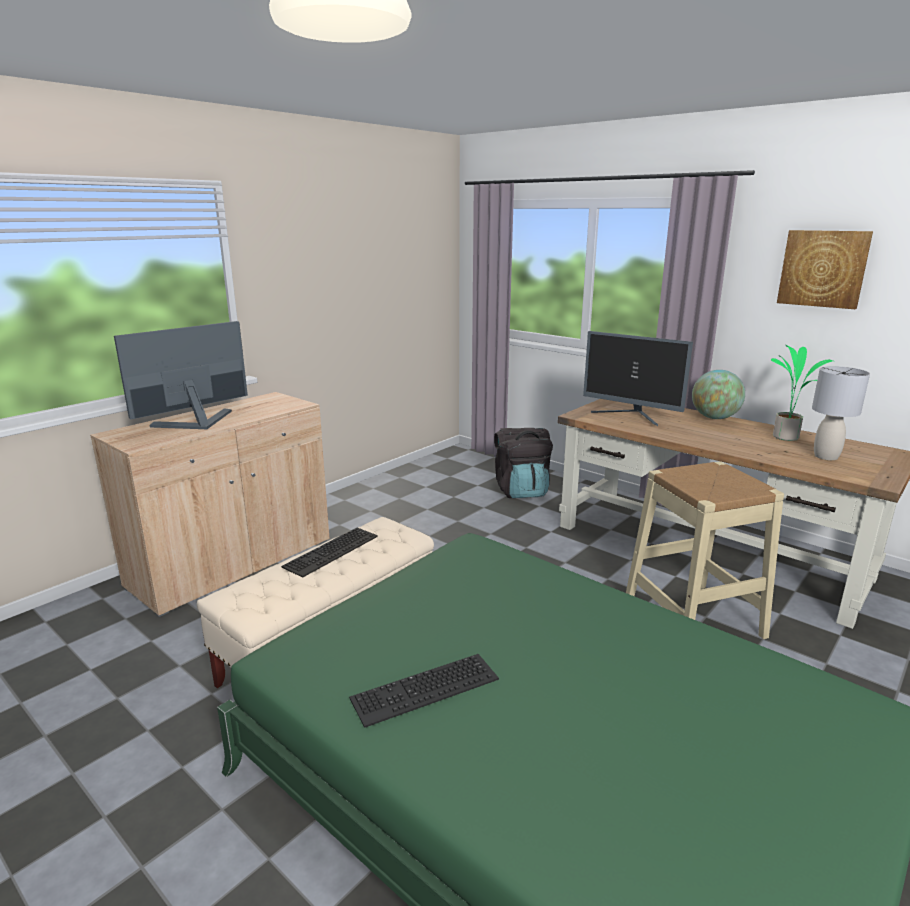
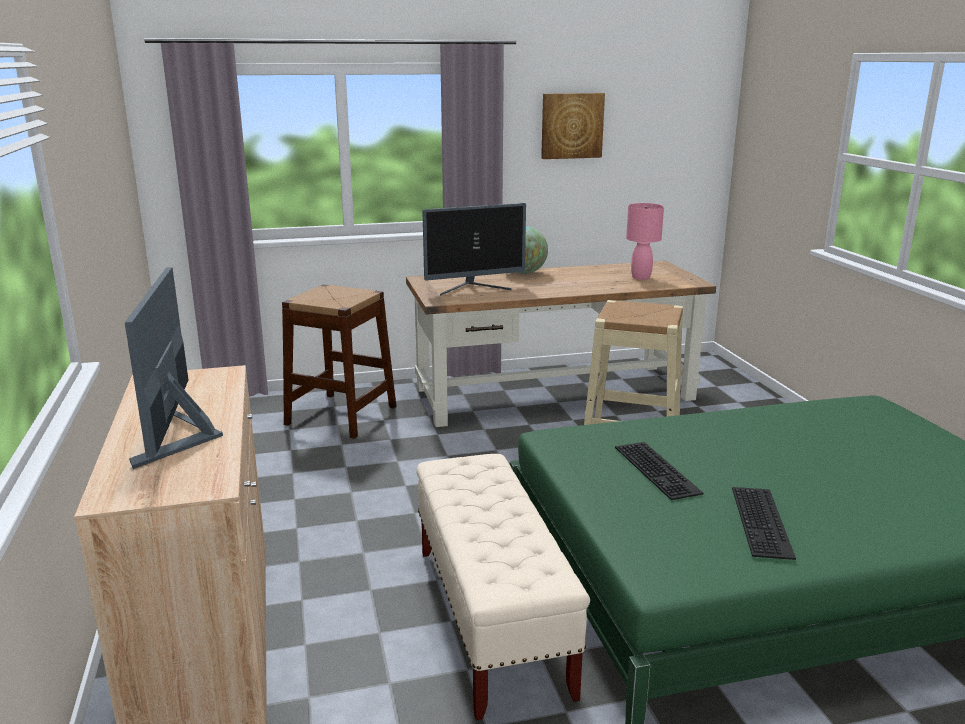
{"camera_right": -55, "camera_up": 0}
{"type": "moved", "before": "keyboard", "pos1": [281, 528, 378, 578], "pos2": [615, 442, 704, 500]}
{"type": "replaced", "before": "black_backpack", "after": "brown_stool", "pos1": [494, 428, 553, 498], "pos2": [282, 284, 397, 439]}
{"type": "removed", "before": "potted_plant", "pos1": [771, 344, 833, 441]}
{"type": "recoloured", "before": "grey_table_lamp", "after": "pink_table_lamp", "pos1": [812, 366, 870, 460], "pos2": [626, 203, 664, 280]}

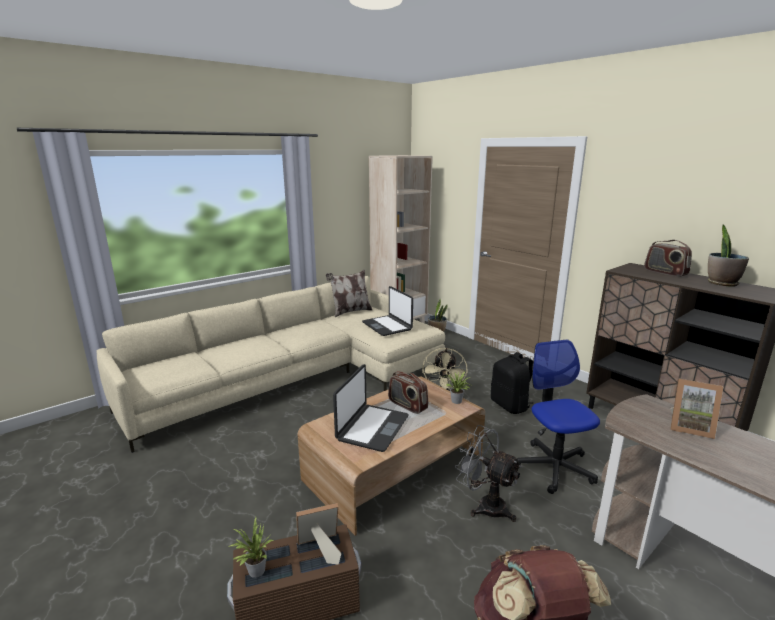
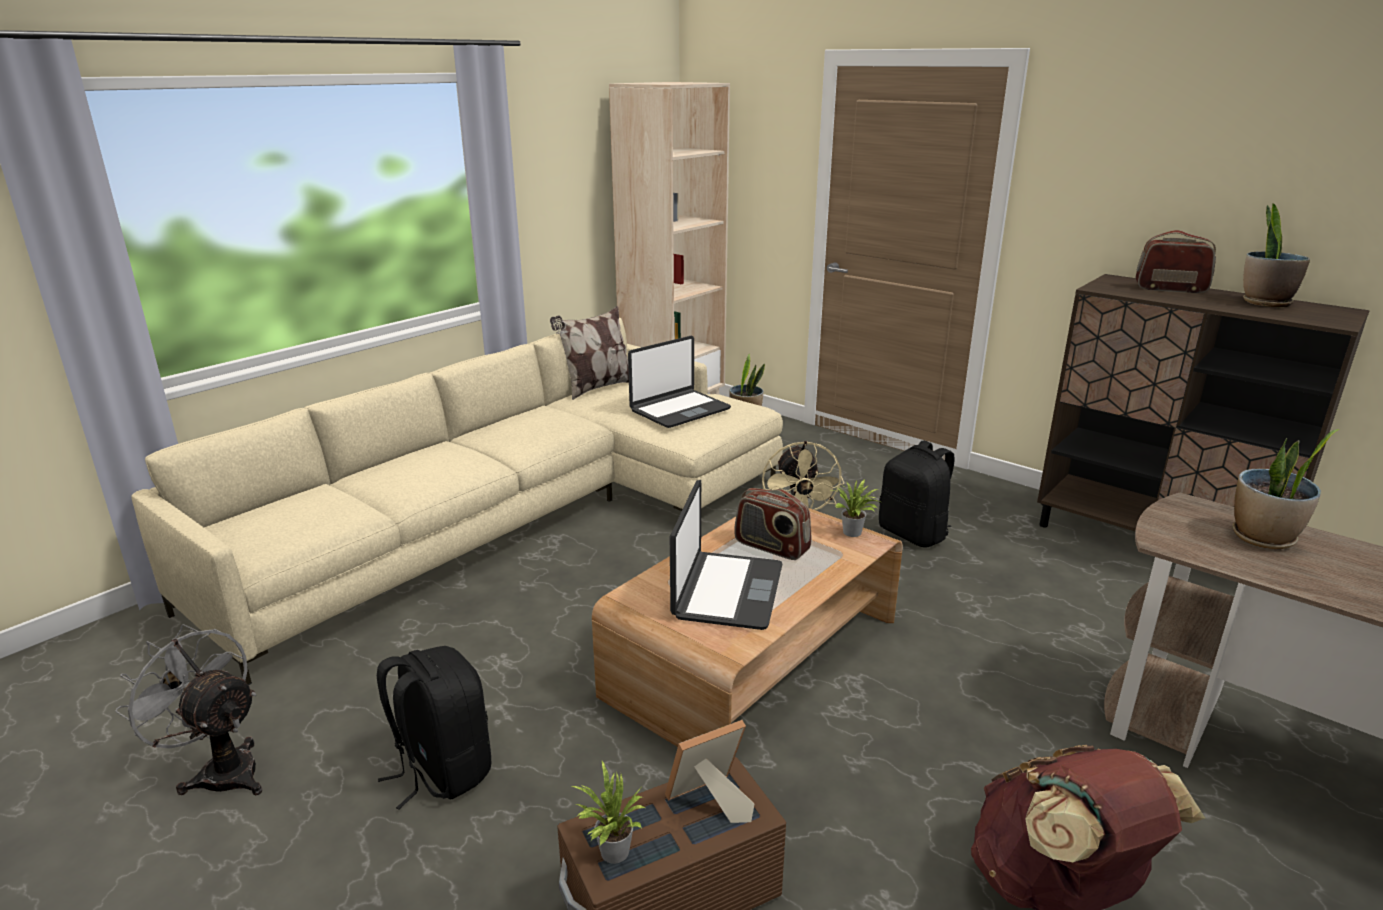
{"camera_right": -10, "camera_up": 5}
{"type": "turned", "before": "laptop", "pos1": [362, 286, 413, 336], "pos2": [628, 336, 731, 428], "turn": -90}
{"type": "moved", "before": "grey_fan", "pos1": [455, 425, 522, 522], "pos2": [115, 624, 262, 795]}
{"type": "removed", "before": "office_chair", "pos1": [517, 339, 600, 494]}
{"type": "turned", "before": "radio", "pos1": [644, 240, 692, 277], "pos2": [1136, 230, 1216, 293], "turn": 150}
{"type": "replaced", "before": "picture_frame", "after": "potted_plant", "pos1": [670, 378, 724, 439], "pos2": [1233, 429, 1339, 549]}
{"type": "added", "after": "black_backpack", "pos2": [377, 646, 491, 810]}

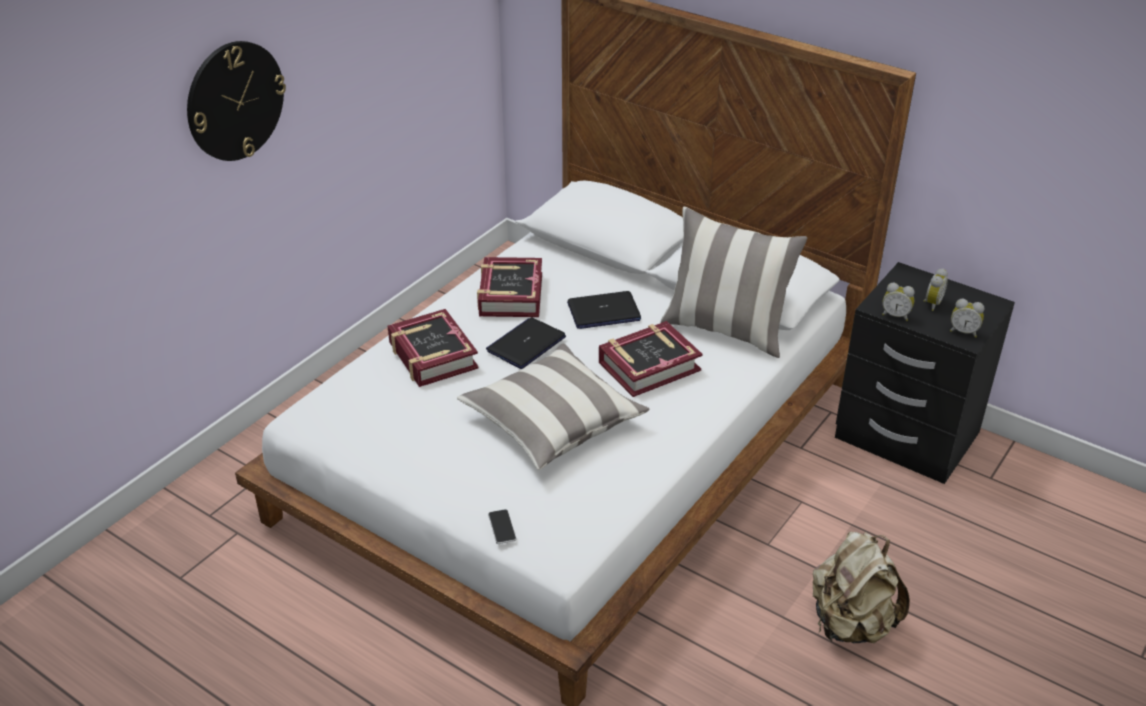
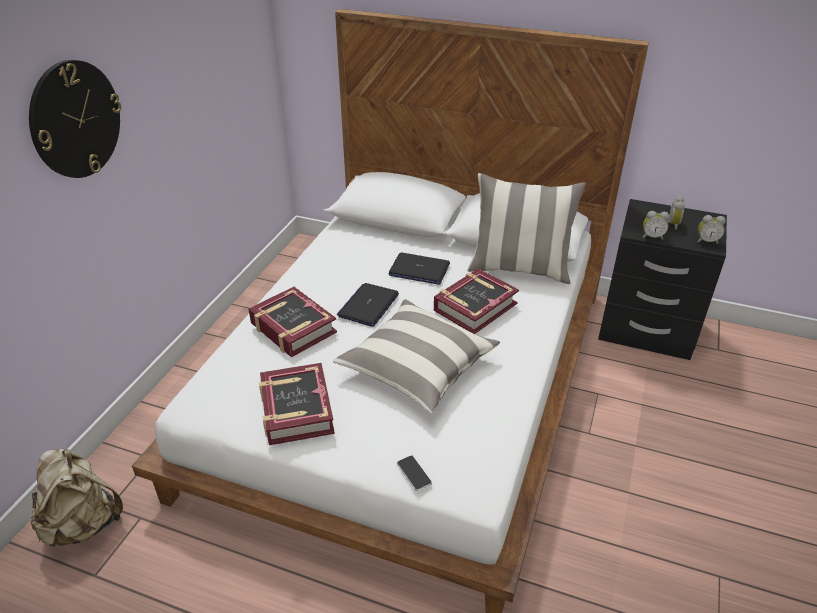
{"camera_right": -15, "camera_up": 0}
{"type": "moved", "before": "book", "pos1": [477, 257, 542, 317], "pos2": [259, 363, 335, 445]}
{"type": "turned", "before": "laptop", "pos1": [567, 291, 641, 329], "pos2": [388, 253, 450, 285], "turn": 45}
{"type": "moved", "before": "beige_backpack", "pos1": [813, 532, 910, 643], "pos2": [31, 448, 123, 547]}

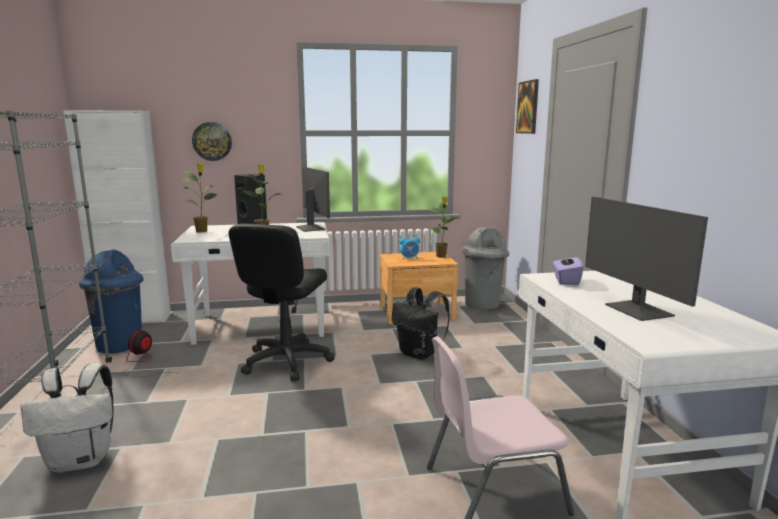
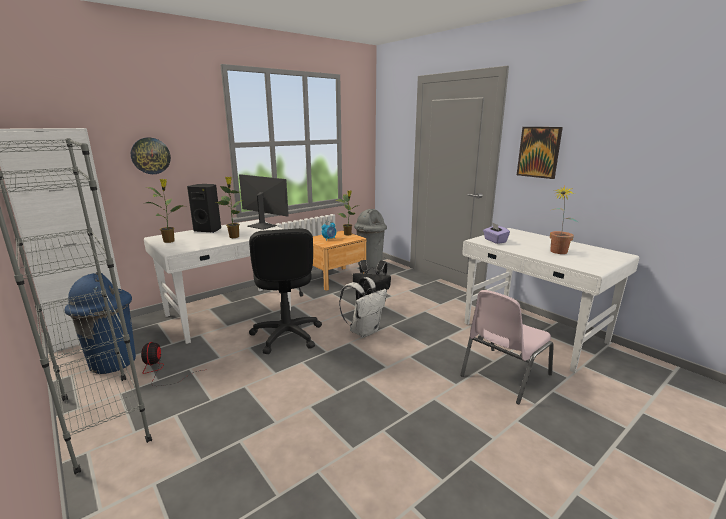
{"camera_right": -30, "camera_up": 5}
{"type": "moved", "before": "white_backpack", "pos1": [21, 364, 113, 473], "pos2": [339, 277, 387, 337]}
{"type": "moved", "before": "picture", "pos1": [516, 79, 539, 134], "pos2": [517, 127, 563, 179]}
{"type": "replaced", "before": "monitor", "after": "potted_plant", "pos1": [585, 197, 708, 321], "pos2": [550, 186, 578, 254]}

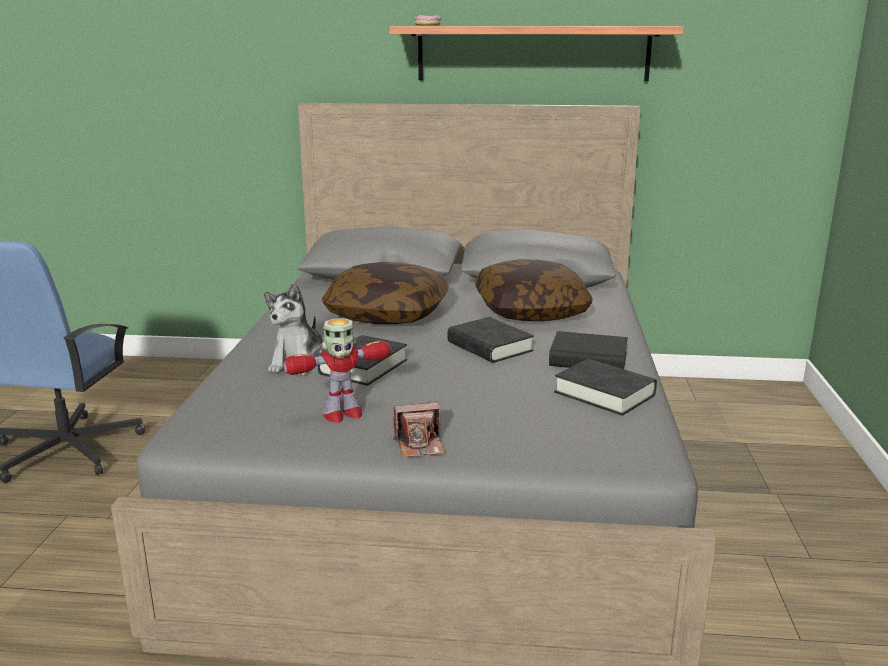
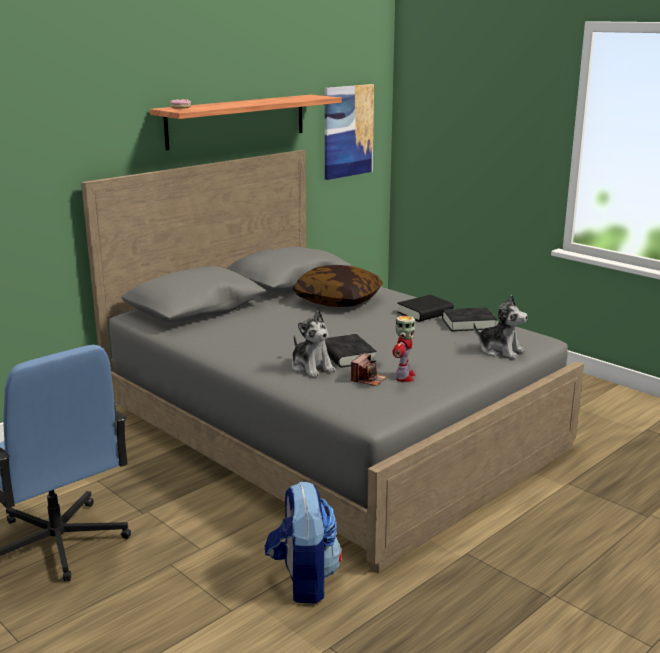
{"camera_right": -50, "camera_up": 0}
{"type": "removed", "before": "pillow", "pos1": [322, 262, 449, 324]}
{"type": "moved", "before": "photo_camera", "pos1": [393, 401, 445, 457], "pos2": [351, 353, 387, 386]}
{"type": "removed", "before": "black_book", "pos1": [447, 317, 534, 363]}
{"type": "added", "after": "backpack", "pos2": [265, 482, 342, 604]}
{"type": "added", "after": "picture", "pos2": [325, 84, 374, 180]}
{"type": "added", "after": "plush_toy", "pos2": [473, 295, 528, 359]}

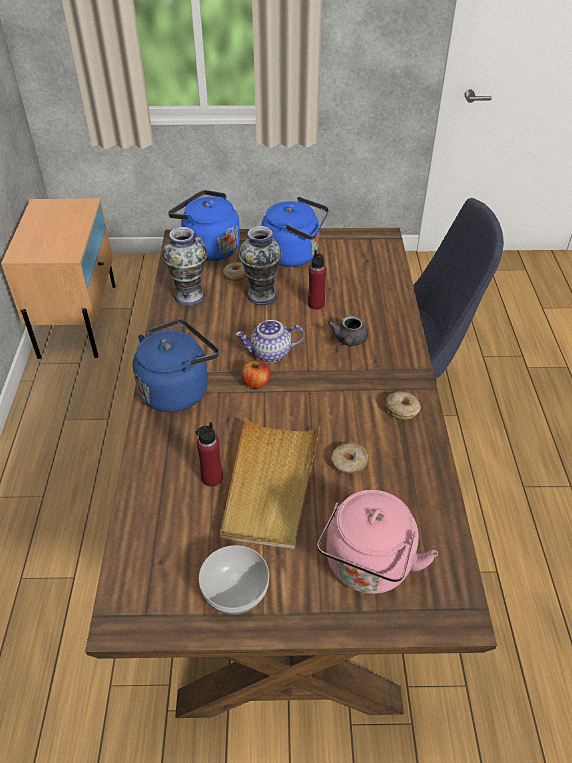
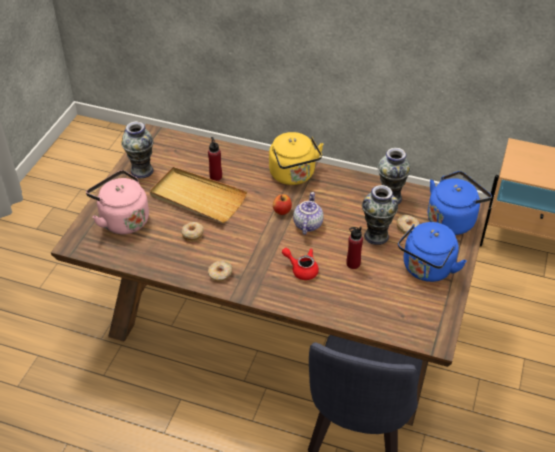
{"camera_right": 110, "camera_up": 0}
{"type": "recoloured", "before": "blue_kettle", "after": "yellow_kettle", "pos1": [133, 319, 219, 412], "pos2": [269, 132, 324, 185]}
{"type": "replaced", "before": "bowl", "after": "vase", "pos1": [199, 545, 269, 615], "pos2": [121, 121, 154, 178]}
{"type": "recoloured", "before": "grey_teapot", "after": "red_teapot", "pos1": [328, 315, 368, 346], "pos2": [282, 248, 319, 280]}

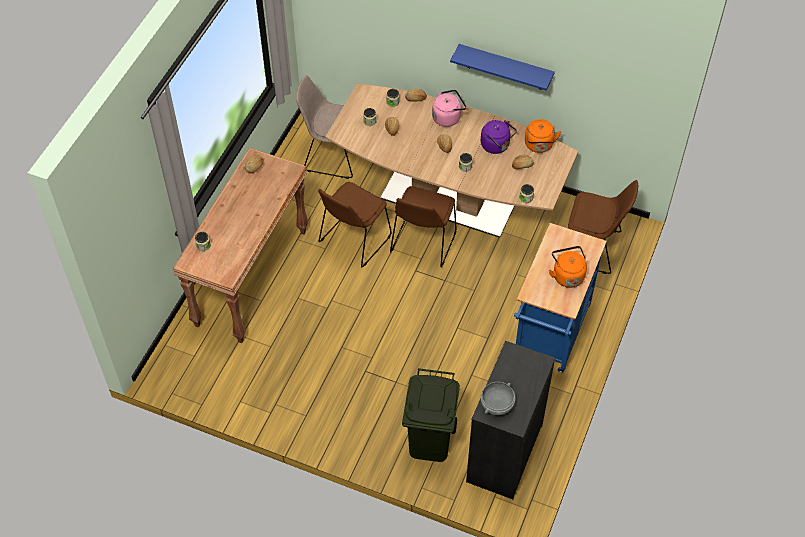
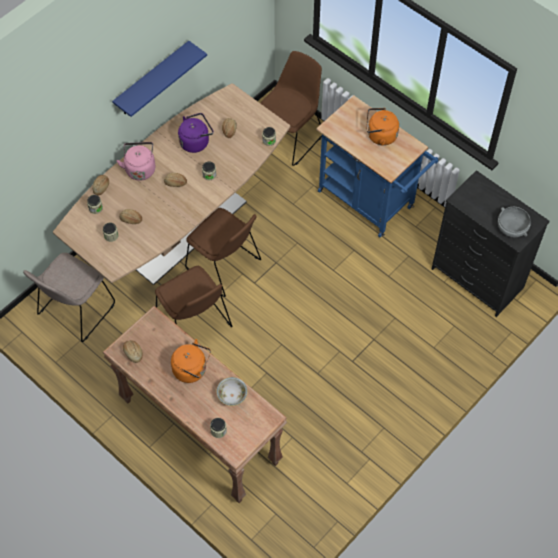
{"camera_right": -70, "camera_up": 5}
{"type": "removed", "before": "green_trash_can", "pos1": [402, 368, 460, 462]}
{"type": "moved", "before": "orange_kettle", "pos1": [525, 119, 561, 153], "pos2": [171, 339, 211, 383]}
{"type": "added", "after": "bowl", "pos2": [216, 377, 248, 406]}

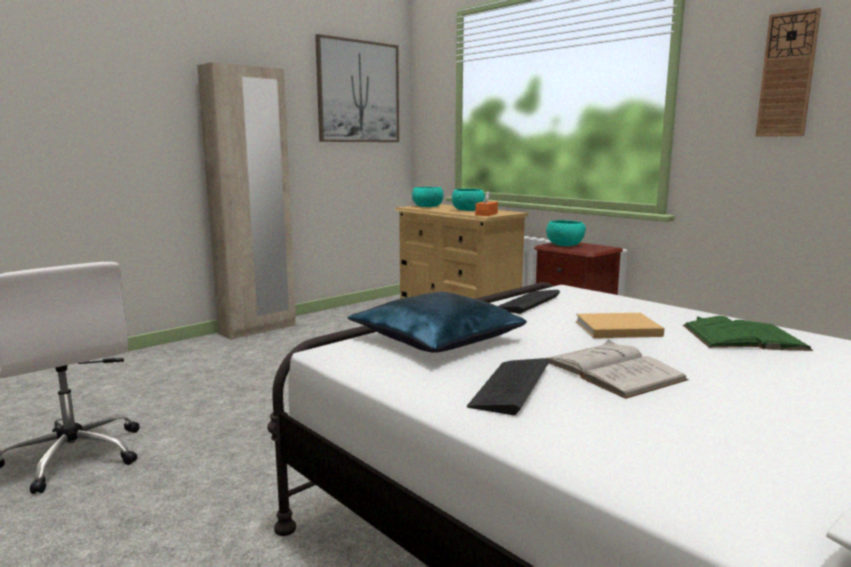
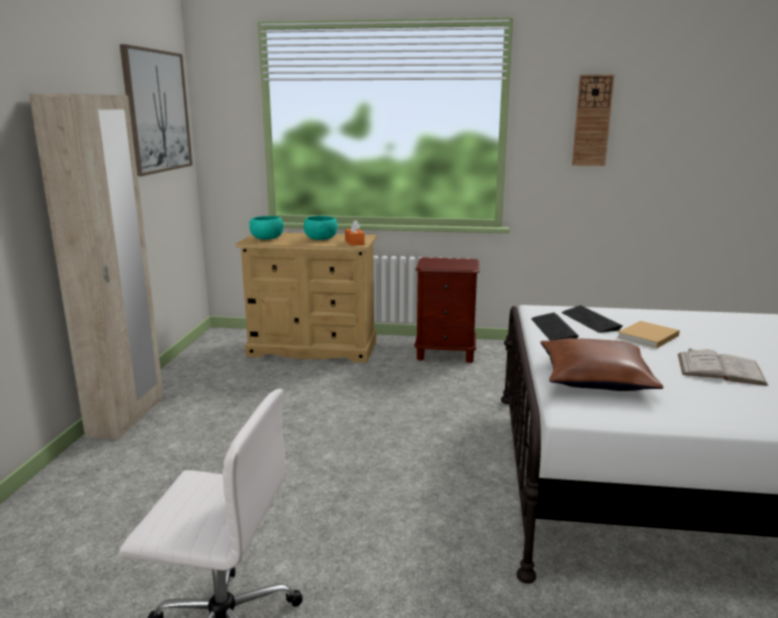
{"camera_right": -40, "camera_up": 5}
{"type": "recoloured", "before": "blue_pillow", "after": "brown_pillow", "pos1": [347, 292, 527, 353], "pos2": [541, 338, 663, 391]}
{"type": "moved", "before": "keyboard", "pos1": [467, 358, 549, 415], "pos2": [562, 305, 622, 333]}
{"type": "removed", "before": "turquoise_bowl", "pos1": [546, 220, 586, 246]}
{"type": "removed", "before": "green_book", "pos1": [683, 316, 813, 351]}

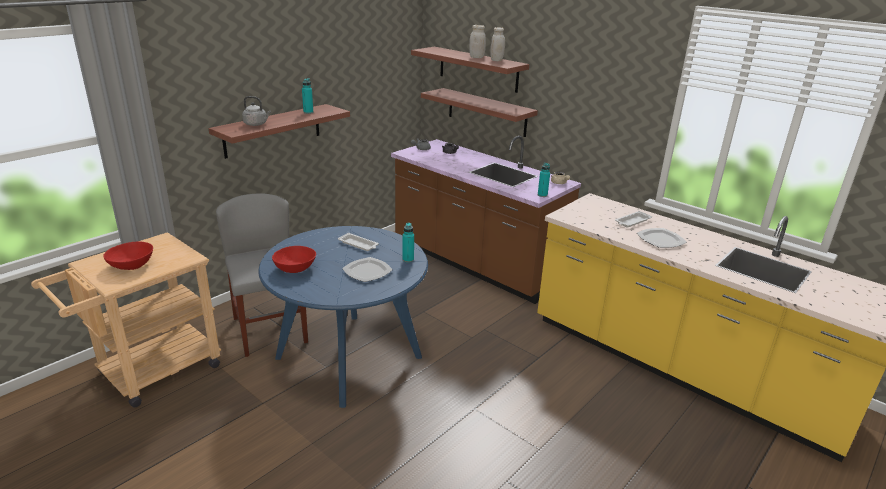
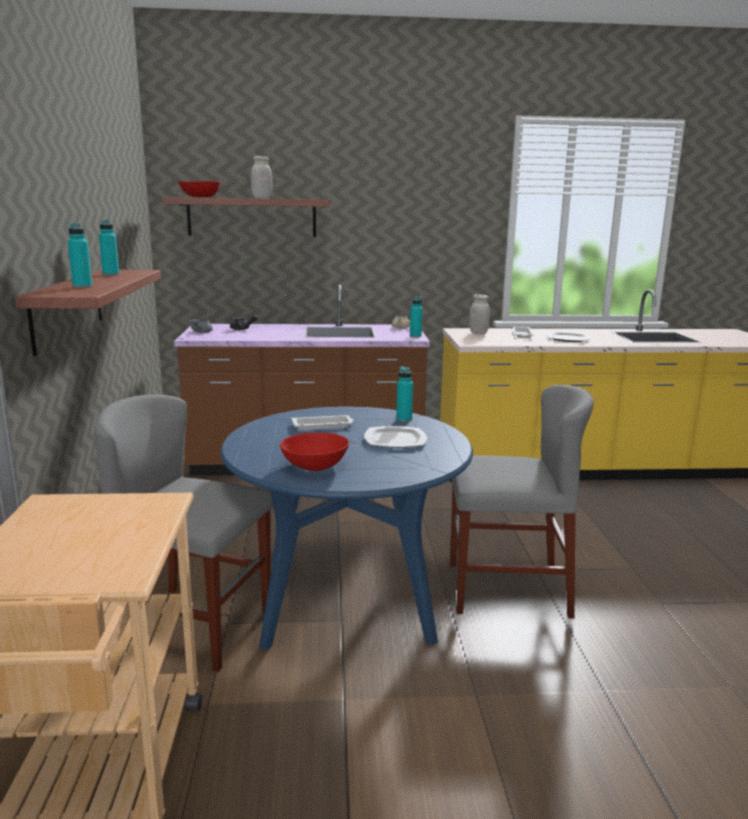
{"camera_right": -45, "camera_up": -10}
{"type": "moved", "before": "red_bowl", "pos1": [103, 242, 153, 270], "pos2": [178, 181, 221, 197]}
{"type": "replaced", "before": "grey_kettle", "after": "turquoise_bottle", "pos1": [242, 96, 271, 126], "pos2": [68, 223, 92, 288]}
{"type": "removed", "before": "shelf", "pos1": [421, 88, 538, 137]}
{"type": "moved", "before": "white_jar", "pos1": [490, 27, 505, 61], "pos2": [469, 294, 490, 334]}
{"type": "added", "after": "grey_chair", "pos2": [450, 384, 594, 618]}

